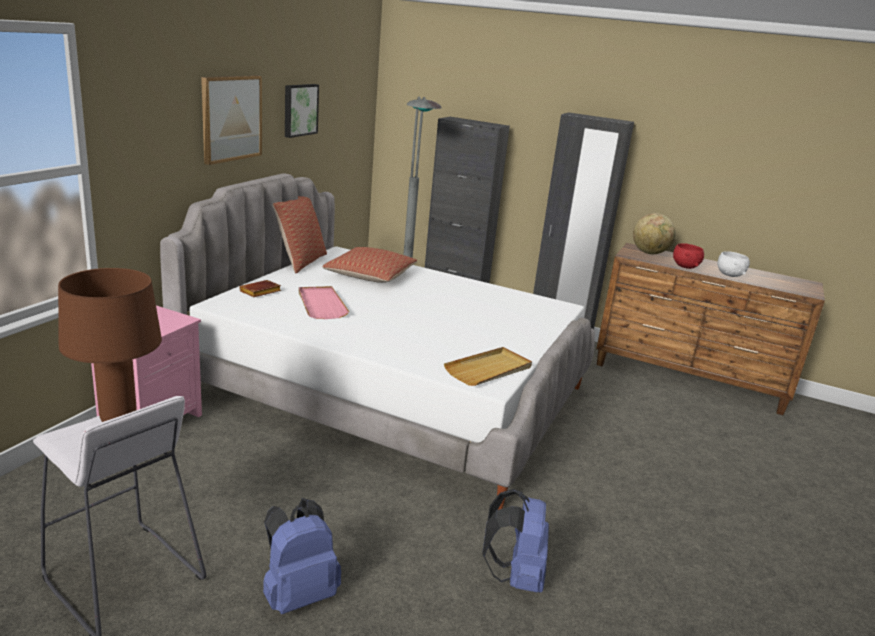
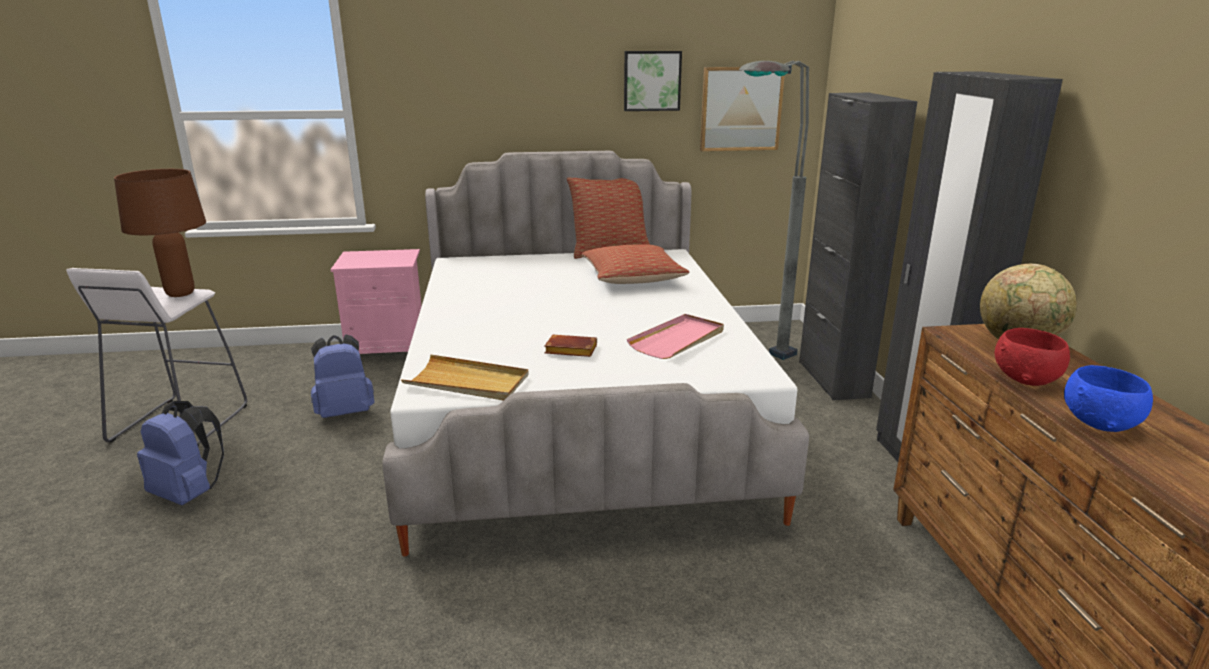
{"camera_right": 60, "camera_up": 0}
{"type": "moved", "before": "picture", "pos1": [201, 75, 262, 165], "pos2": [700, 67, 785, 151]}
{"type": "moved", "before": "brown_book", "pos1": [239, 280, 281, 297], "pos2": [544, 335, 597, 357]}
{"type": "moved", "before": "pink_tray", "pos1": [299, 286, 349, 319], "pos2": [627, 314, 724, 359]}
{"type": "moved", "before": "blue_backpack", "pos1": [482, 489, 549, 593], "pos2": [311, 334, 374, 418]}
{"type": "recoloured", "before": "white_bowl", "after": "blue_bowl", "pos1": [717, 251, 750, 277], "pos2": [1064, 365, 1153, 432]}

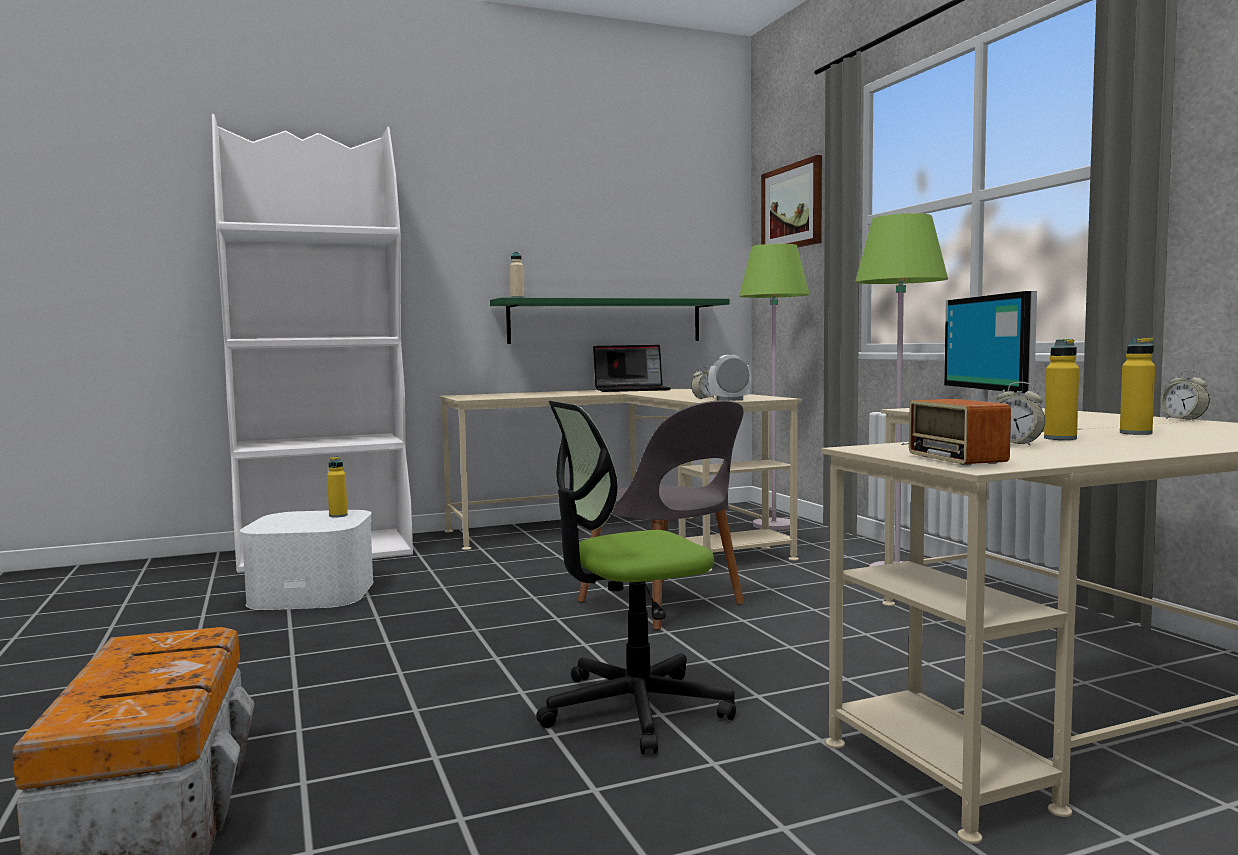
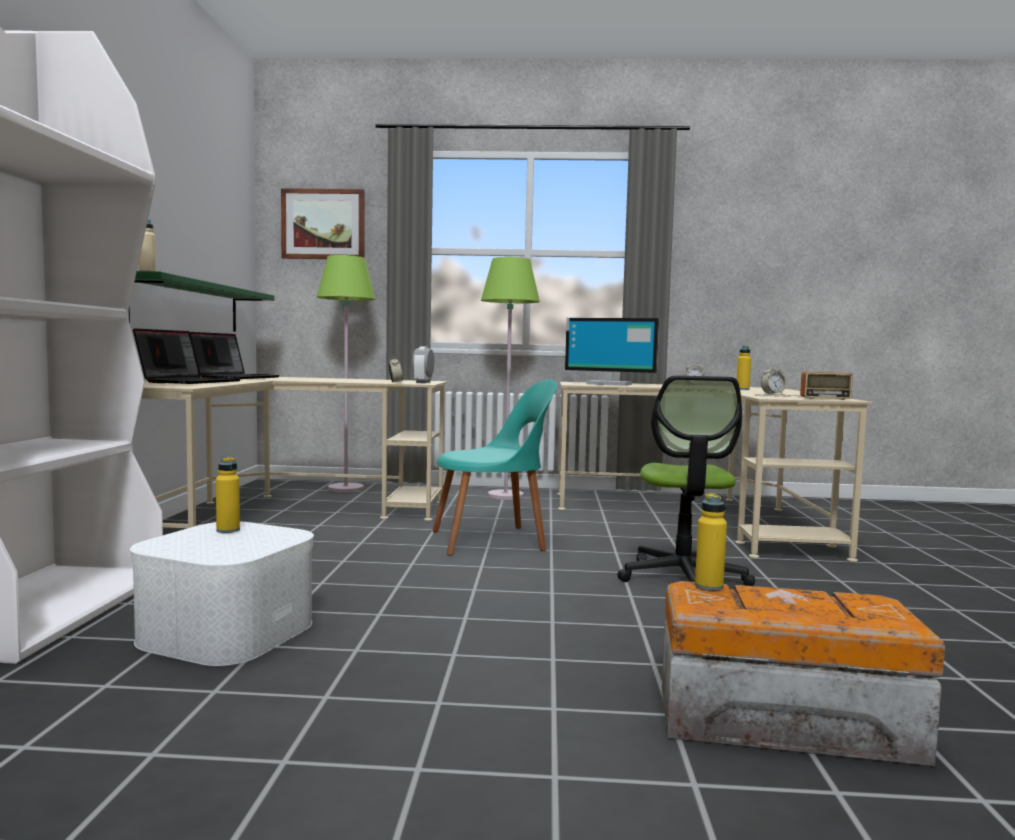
{"camera_right": -65, "camera_up": 0}
{"type": "recoloured", "before": "grey_chair", "after": "turquoise_chair", "pos1": [578, 400, 744, 630], "pos2": [432, 379, 557, 556]}
{"type": "moved", "before": "yellow_bottle", "pos1": [1044, 339, 1079, 440], "pos2": [695, 493, 727, 591]}
{"type": "added", "after": "laptop", "pos2": [133, 328, 241, 384]}

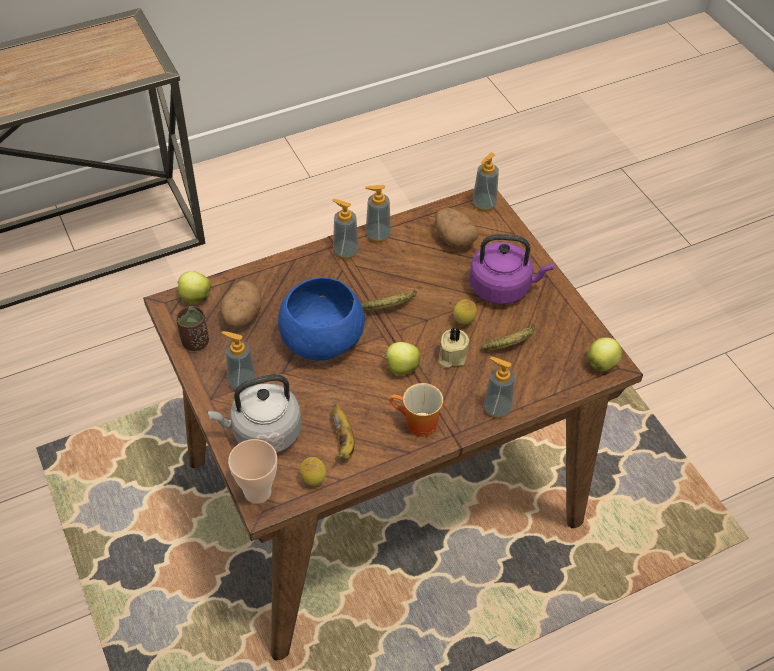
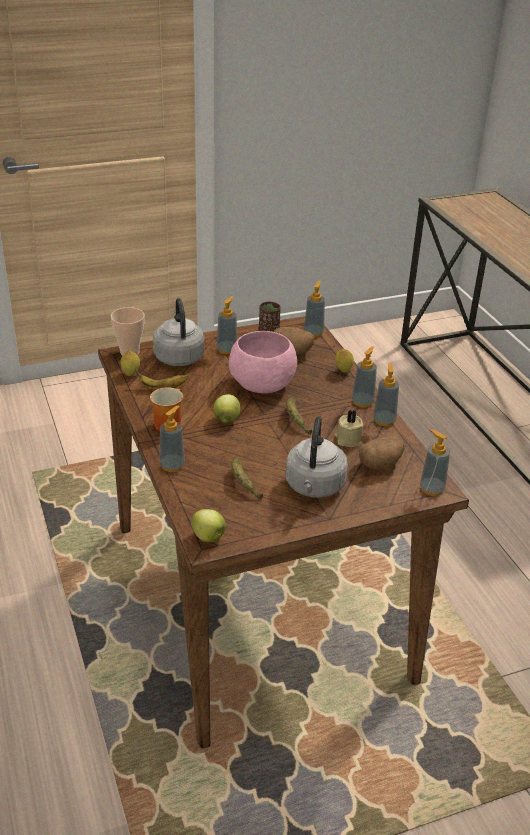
{"camera_right": 95, "camera_up": -15}
{"type": "replaced", "before": "apple", "after": "soap_dispenser", "pos1": [177, 271, 211, 303], "pos2": [304, 281, 325, 337]}
{"type": "recoloured", "before": "blue_bowl", "after": "pink_bowl", "pos1": [278, 277, 365, 361], "pos2": [229, 331, 297, 393]}
{"type": "moved", "before": "beige_candle", "pos1": [439, 328, 469, 368], "pos2": [335, 410, 363, 447]}
{"type": "moved", "before": "lemon", "pos1": [453, 299, 477, 324], "pos2": [335, 349, 354, 373]}
{"type": "recoloured", "before": "purple_kettle", "after": "grey_kettle", "pos1": [469, 234, 554, 304], "pos2": [286, 416, 348, 498]}

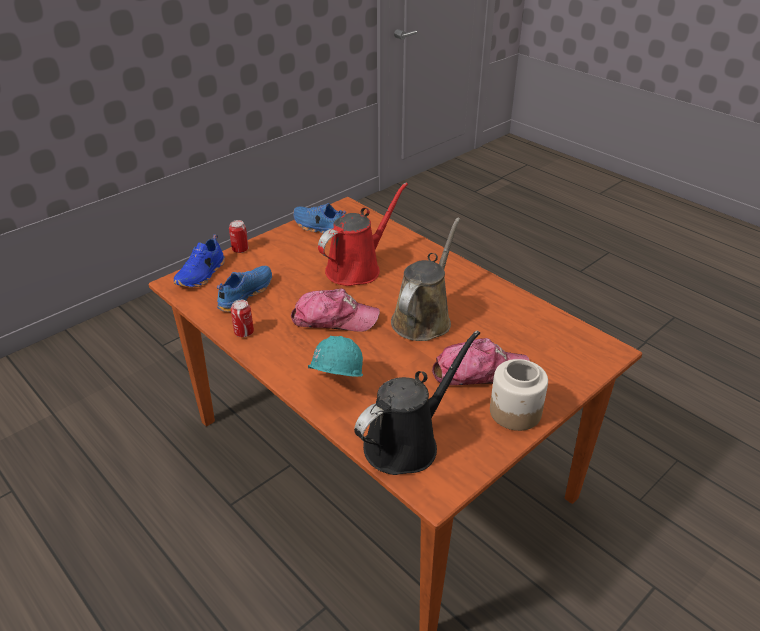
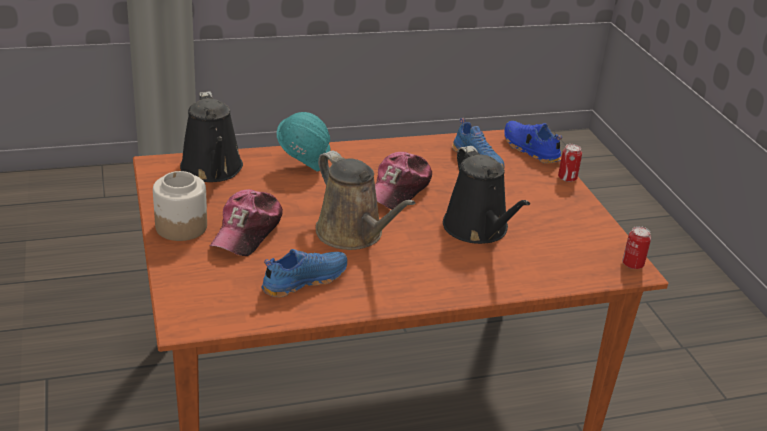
{"camera_right": 115, "camera_up": -5}
{"type": "moved", "before": "can", "pos1": [231, 300, 254, 337], "pos2": [622, 226, 651, 269]}
{"type": "moved", "before": "blue_shoe", "pos1": [293, 203, 346, 233], "pos2": [262, 249, 347, 298]}
{"type": "recoloured", "before": "red_watering_can", "after": "black_watering_can", "pos1": [318, 182, 408, 286], "pos2": [443, 146, 530, 244]}

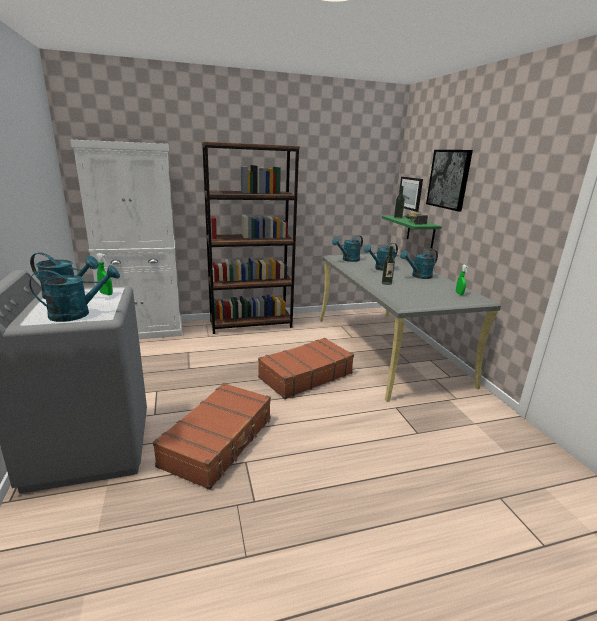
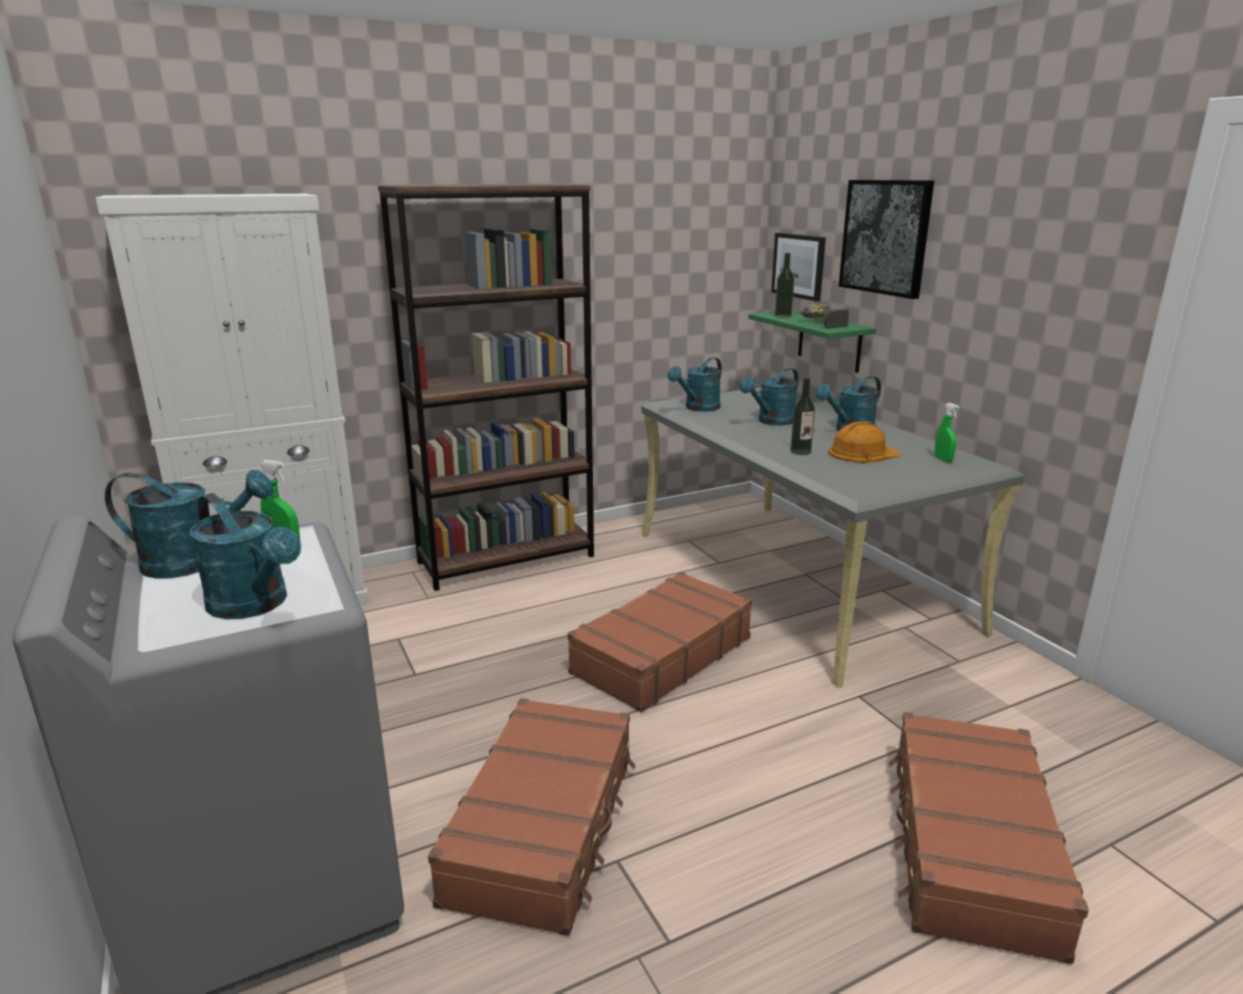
{"camera_right": -10, "camera_up": 0}
{"type": "turned", "before": "turquoise_watering_can", "pos1": [30, 265, 120, 322], "pos2": [190, 493, 301, 619], "turn": 75}
{"type": "added", "after": "orange_hard_hat", "pos2": [828, 421, 901, 463]}
{"type": "added", "after": "brown_suitcase", "pos2": [888, 712, 1089, 964]}

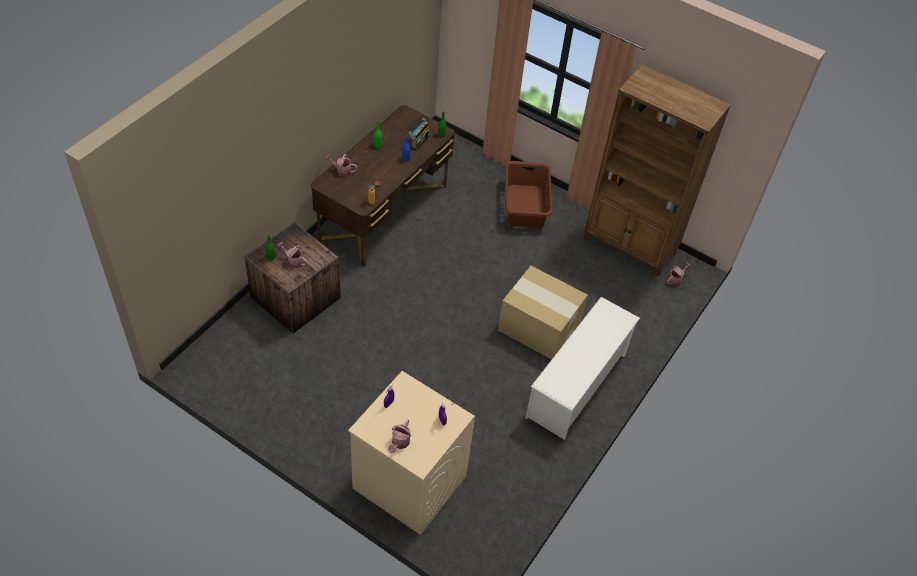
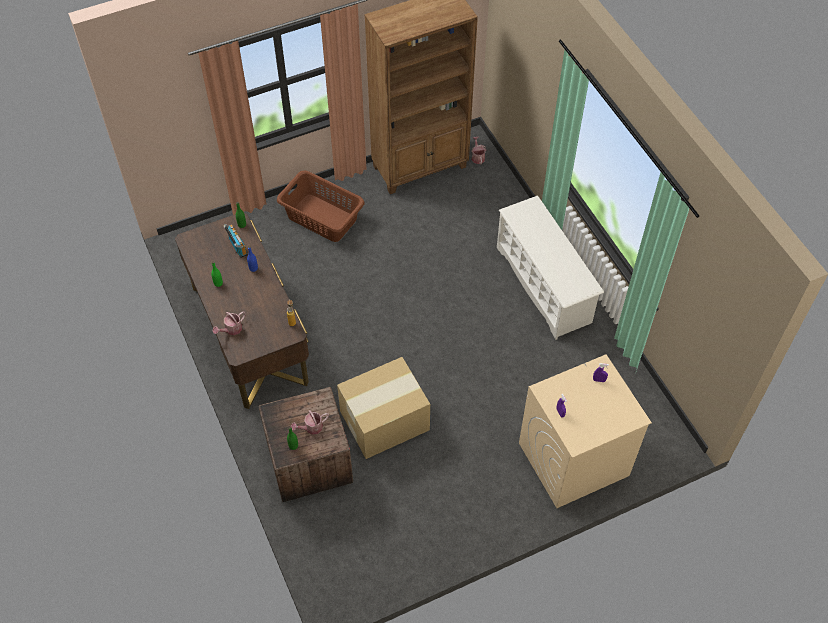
{"camera_right": -55, "camera_up": 5}
{"type": "removed", "before": "watering_can", "pos1": [388, 419, 411, 453]}
{"type": "moved", "before": "cardboard_box", "pos1": [498, 266, 588, 360], "pos2": [337, 357, 430, 459]}

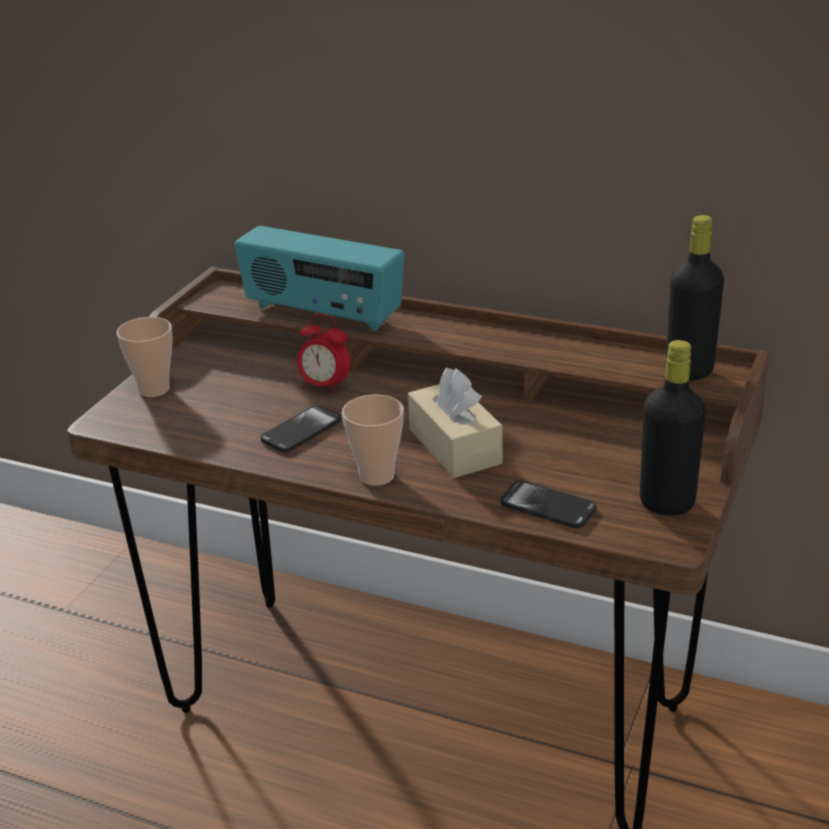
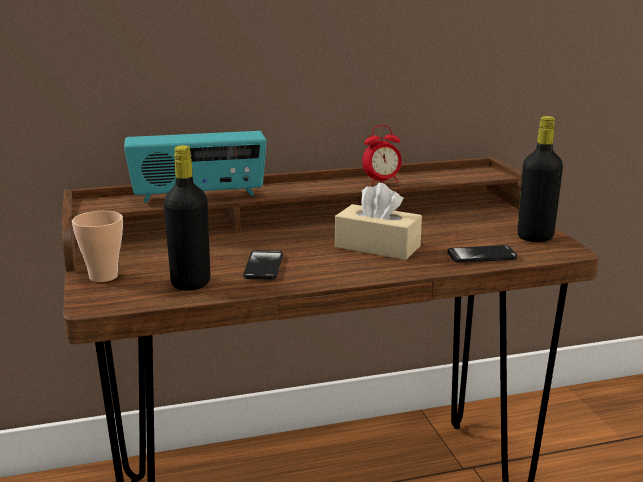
{"camera_right": -40, "camera_up": -10}
{"type": "moved", "before": "alarm_clock", "pos1": [297, 314, 351, 395], "pos2": [362, 125, 402, 185]}
{"type": "removed", "before": "cup", "pos1": [342, 395, 404, 486]}
{"type": "moved", "before": "black_bottle", "pos1": [666, 215, 724, 381], "pos2": [164, 145, 210, 291]}

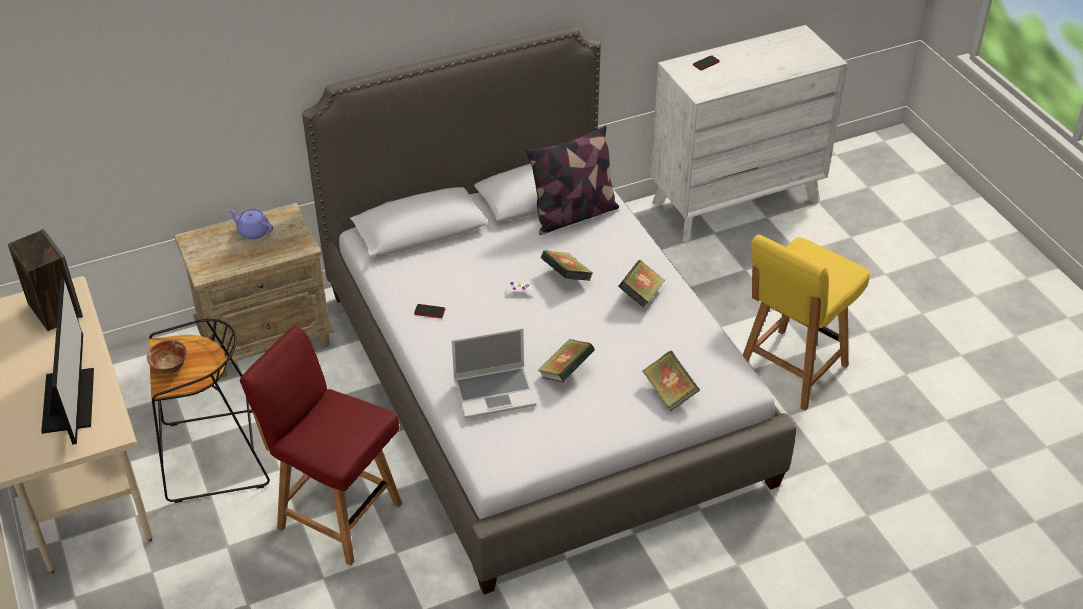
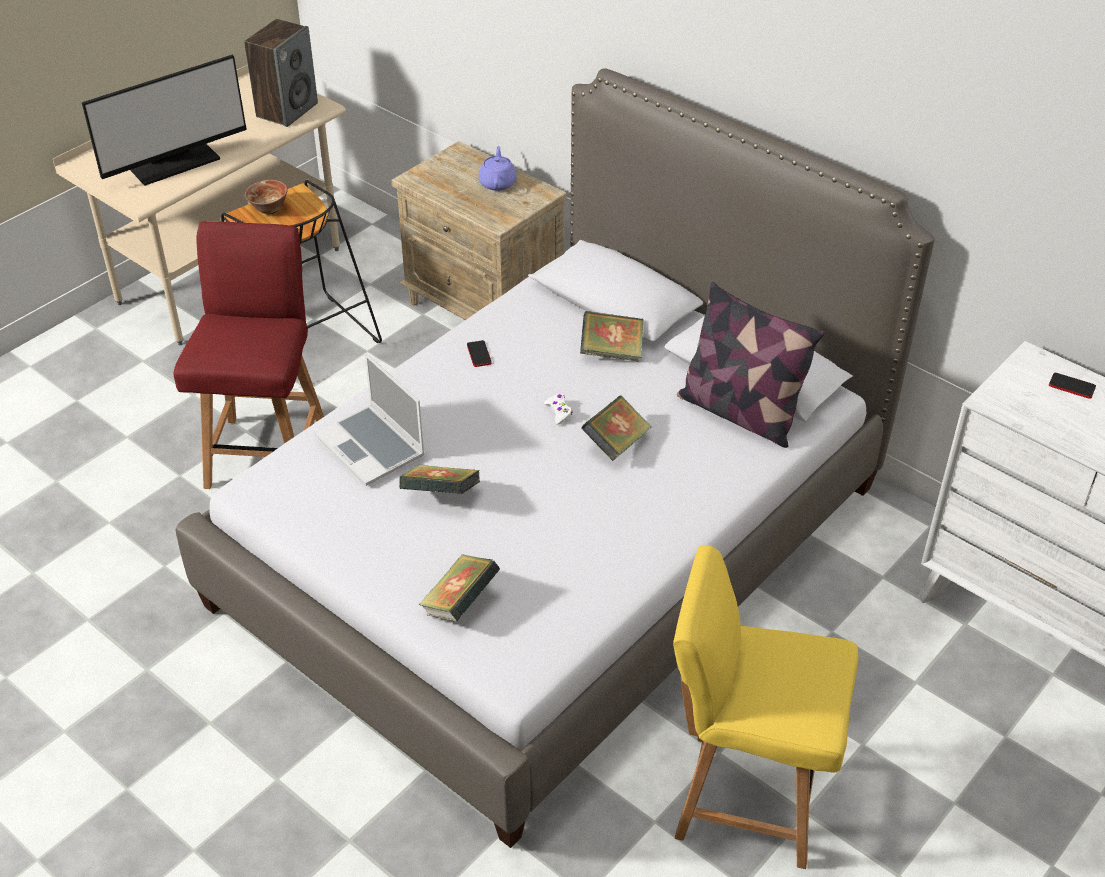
{"camera_right": 65, "camera_up": 0}
{"type": "moved", "before": "book", "pos1": [618, 260, 665, 308], "pos2": [580, 311, 644, 361]}

